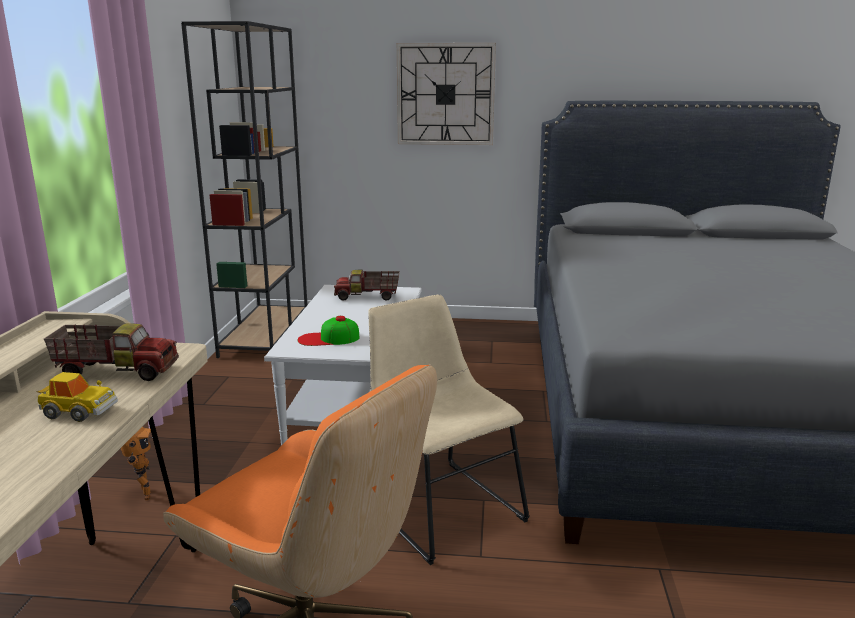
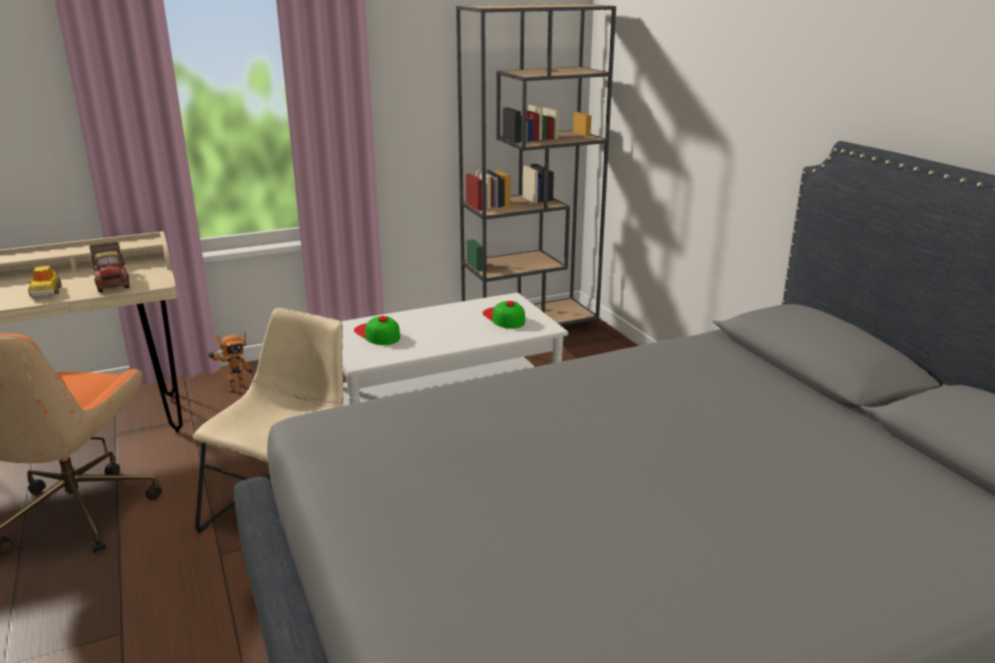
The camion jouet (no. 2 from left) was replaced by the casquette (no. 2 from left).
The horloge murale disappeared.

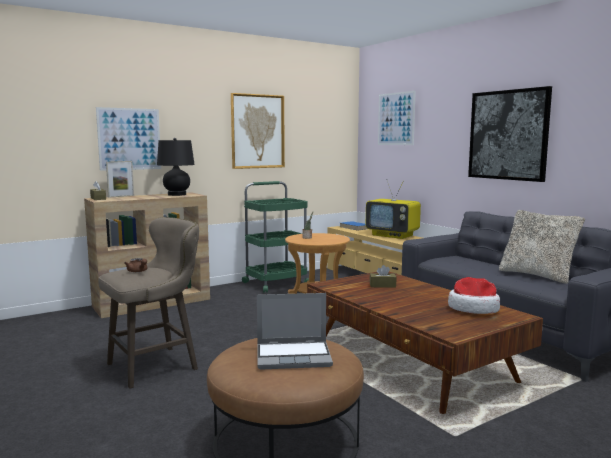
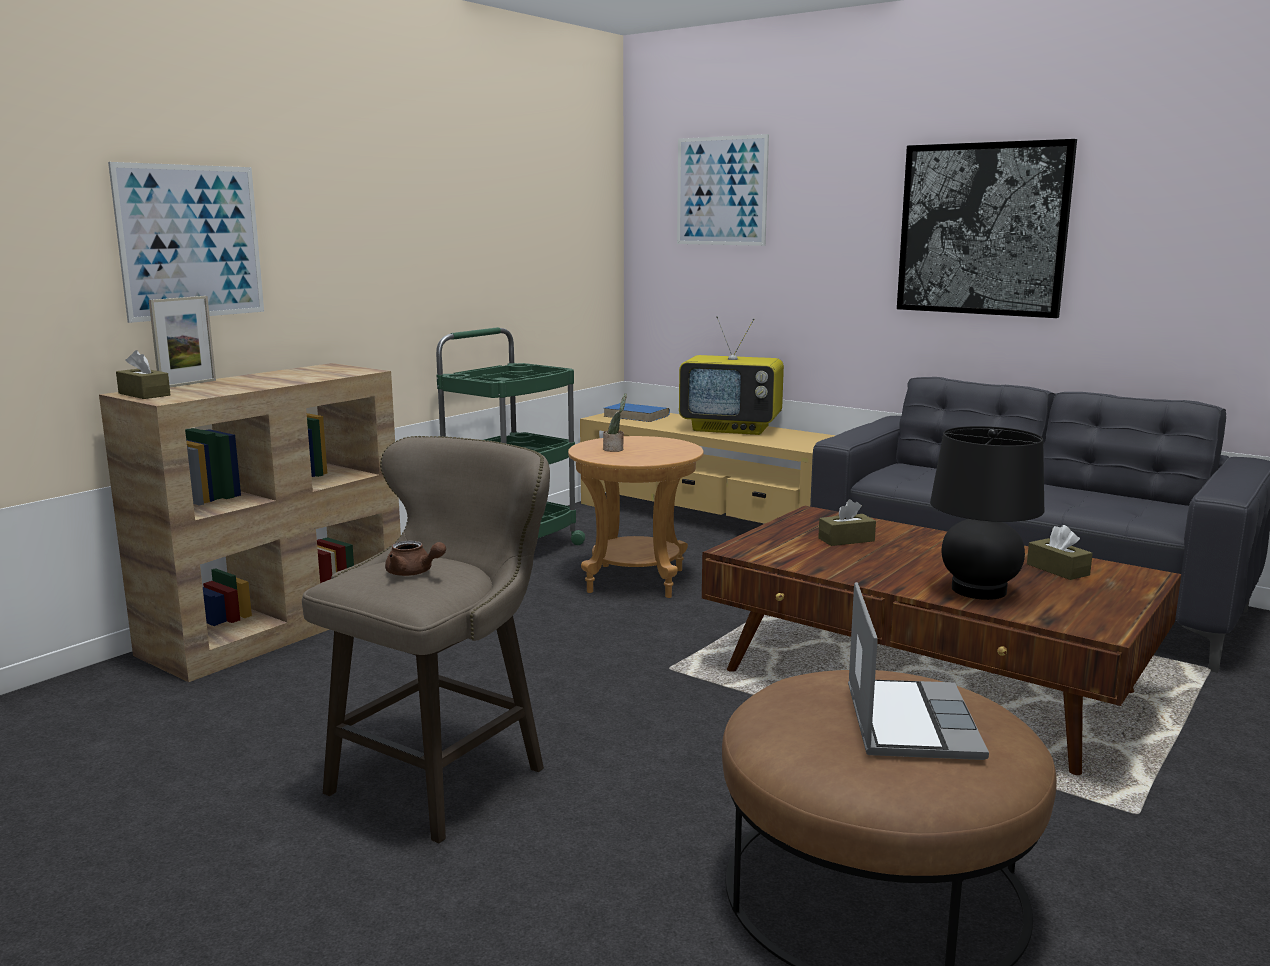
The lampe de table/noir moved.
The tableau (no. 2 from left) disappeared.
The ordinateur portable turned 60 degrees counterclockwise.
The chapeau was replaced by the boîte à mouchoirs/marron (no. 3 from left).
The coussin/beige disappeared.

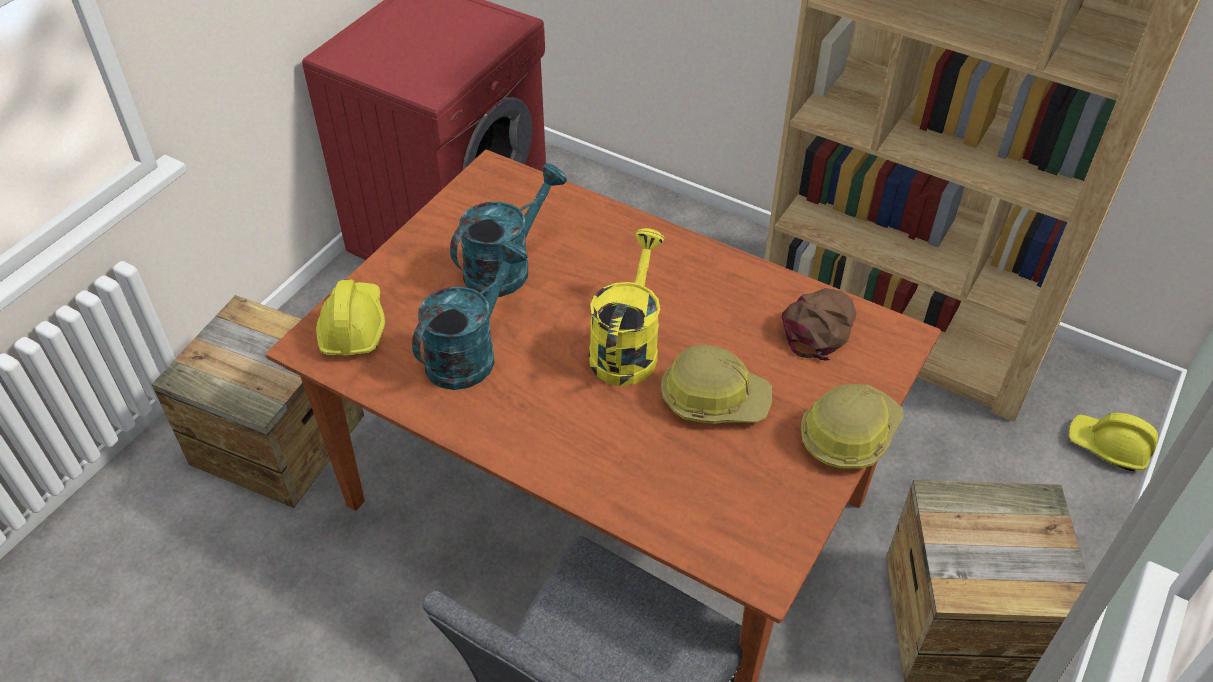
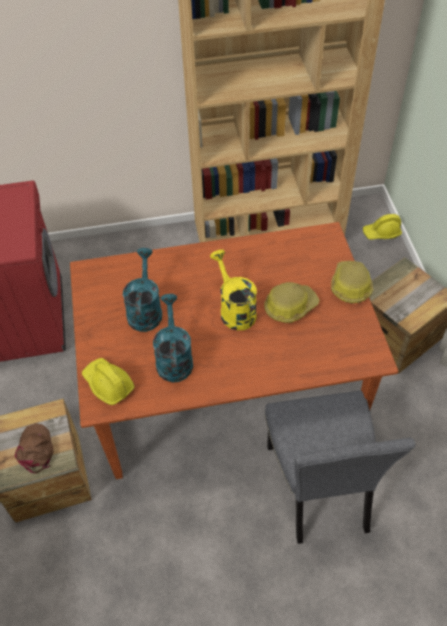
The casquette/marron moved.

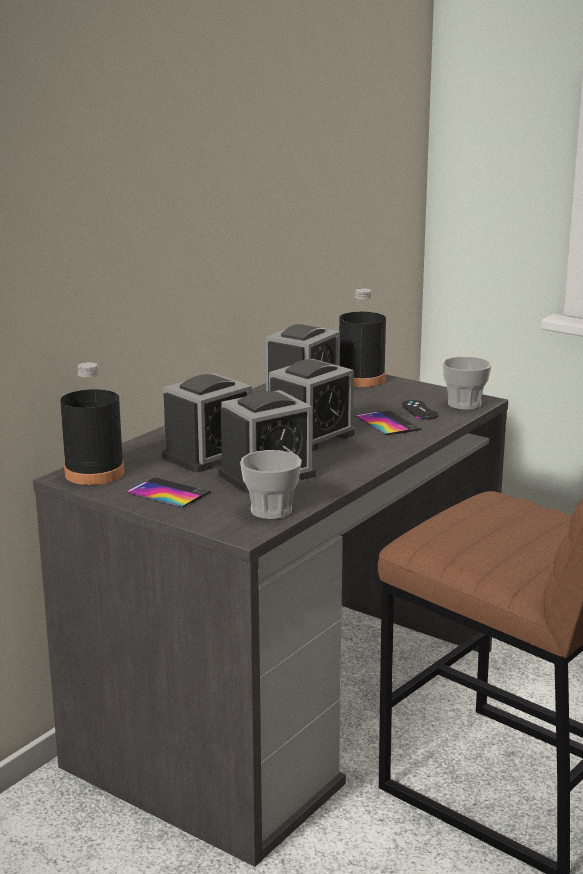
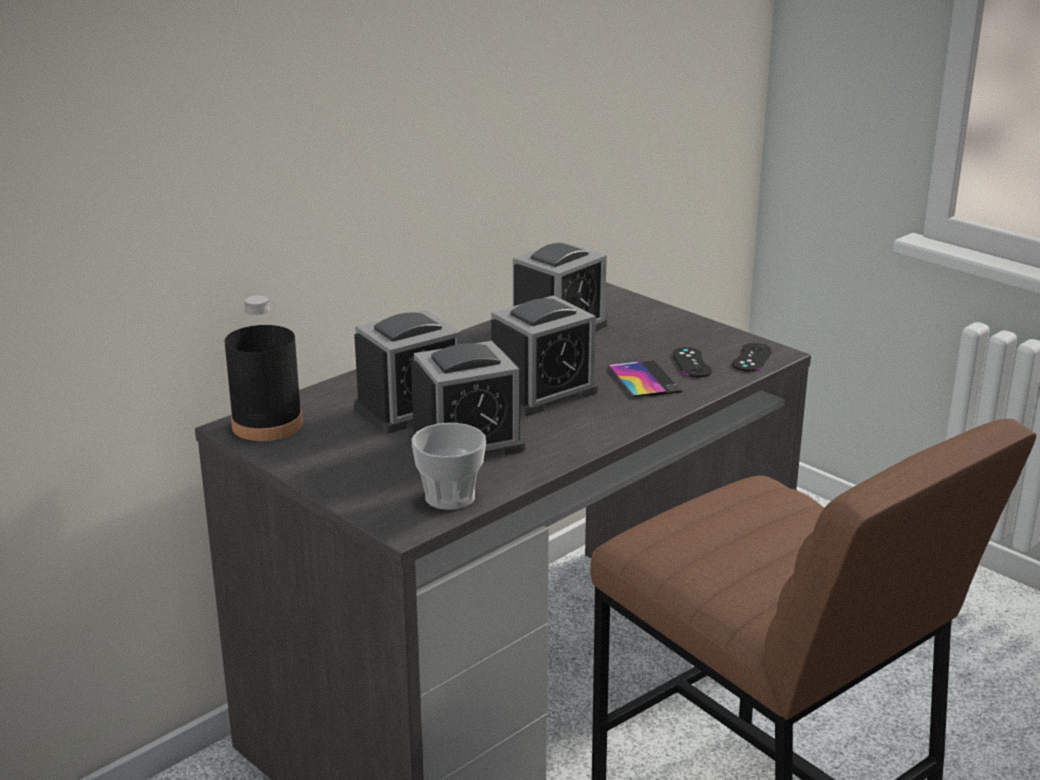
The téléphone (no. 1 from left) disappeared.
The bouteille/noir (no. 2 from left) disappeared.
The tasse (no. 2 from left) was replaced by the manette/noir (no. 2 from left).

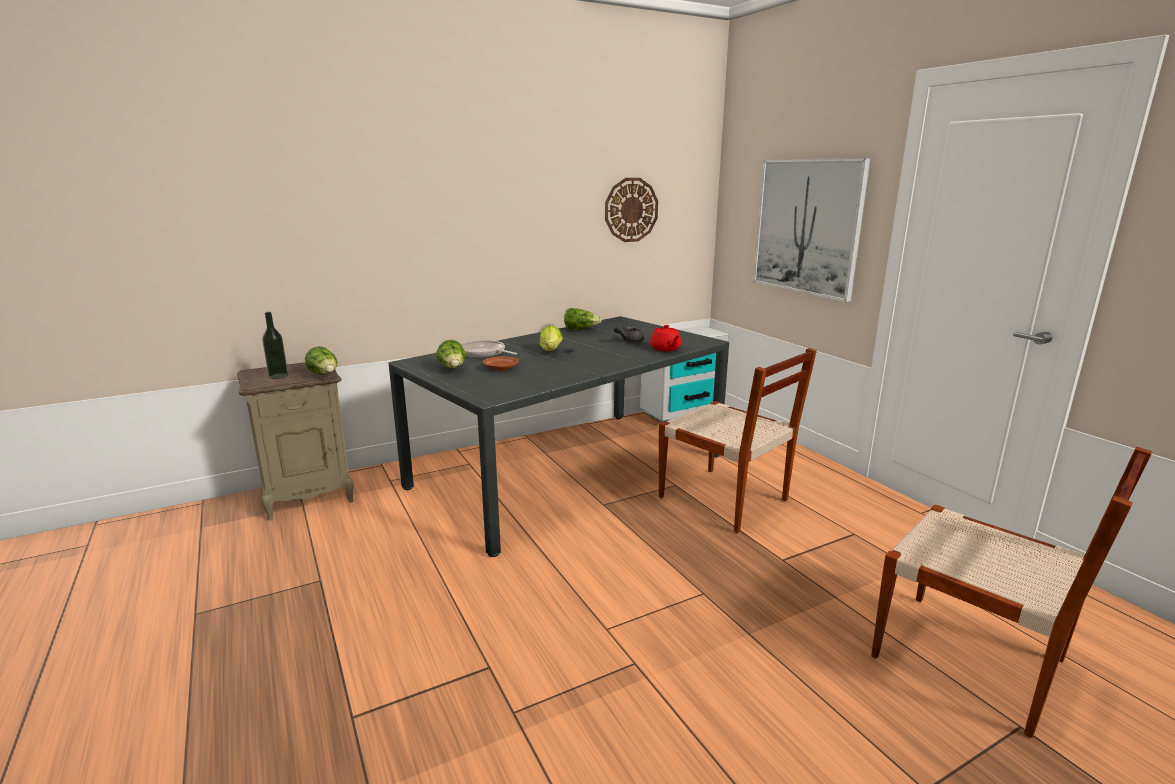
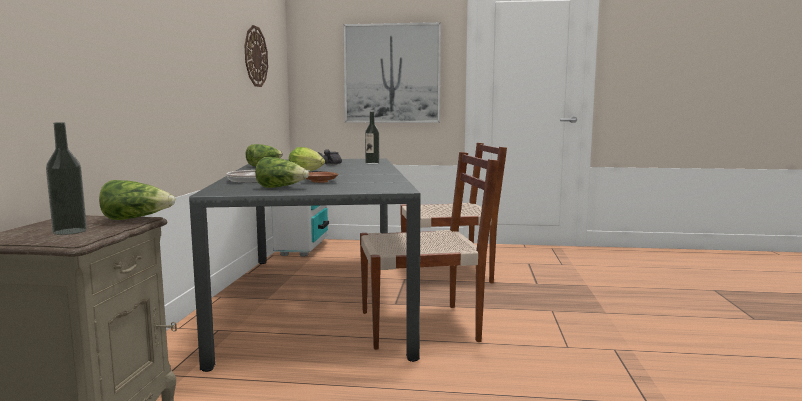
The théière/rouge was replaced by the bouteille (no. 2 from left).
The chaise (no. 2 from left in the first image) moved.

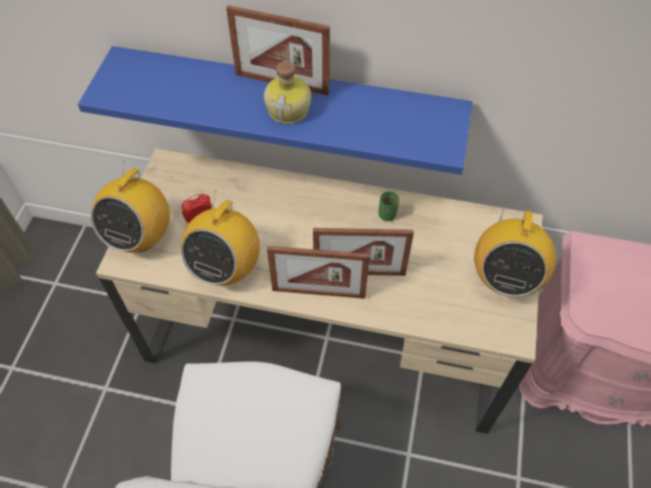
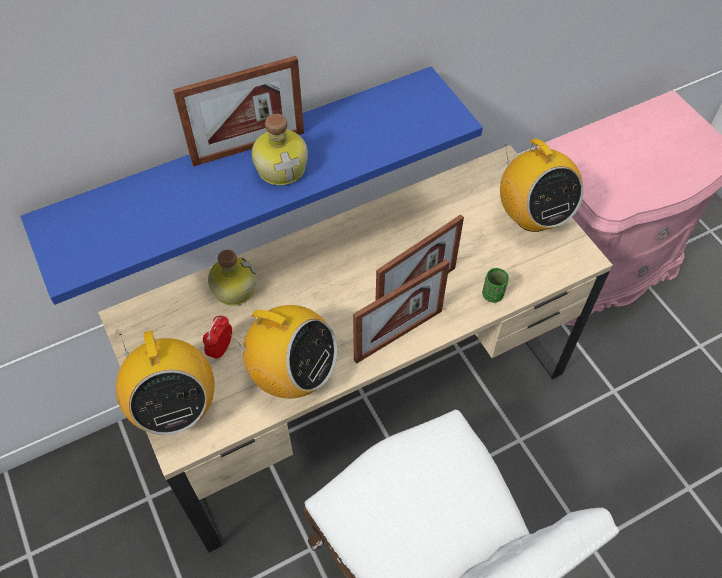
The radio (no. 2 from left) turned 45 degrees counterclockwise.
The tasse/vert moved.
The bouteille (no. 1 from left) appeared.

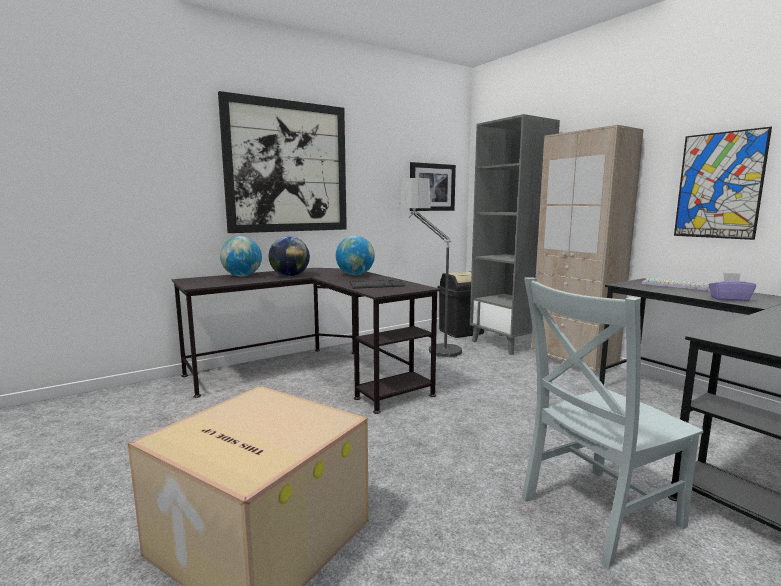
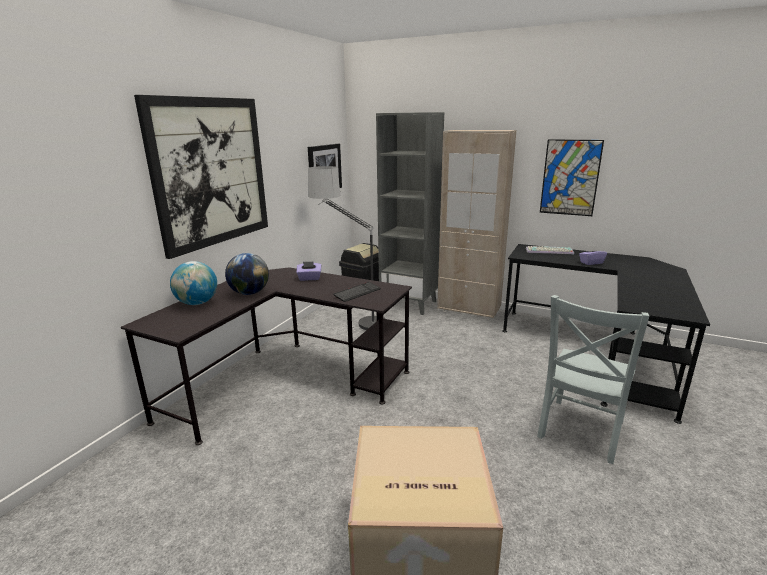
The globe (no. 3 from left) was replaced by the boîte à mouchoirs/violet (no. 1 from left).

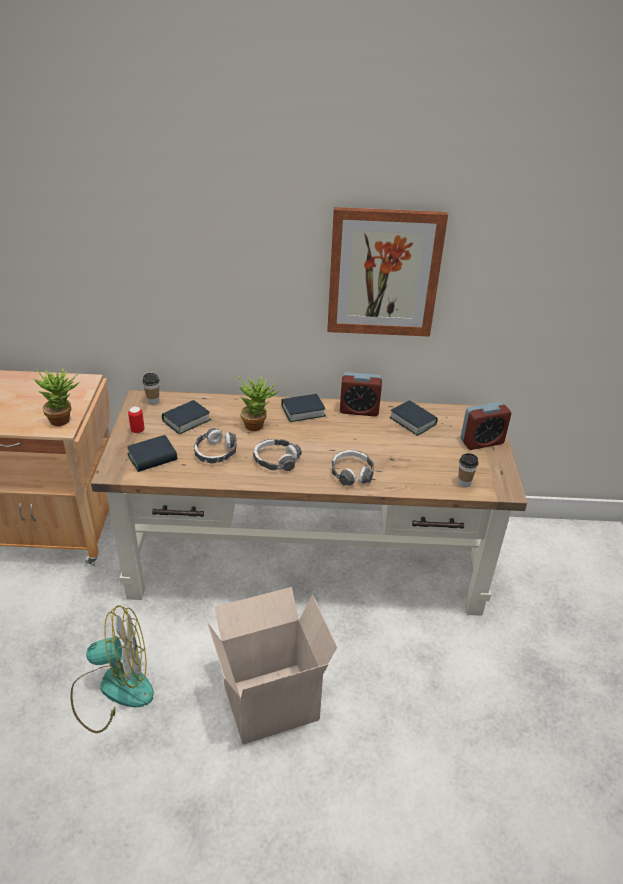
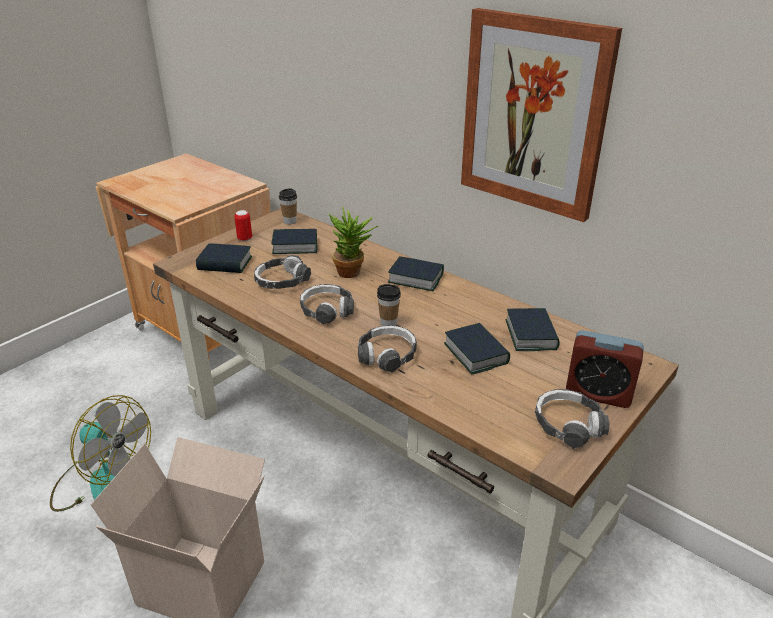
The plante en pot (no. 1 from left) disappeared.
The réveil (no. 1 from left) disappeared.
The tasse (no. 2 from left) moved.
The livre (no. 4 from left) appeared.
The casque audio (no. 4 from left) appeared.

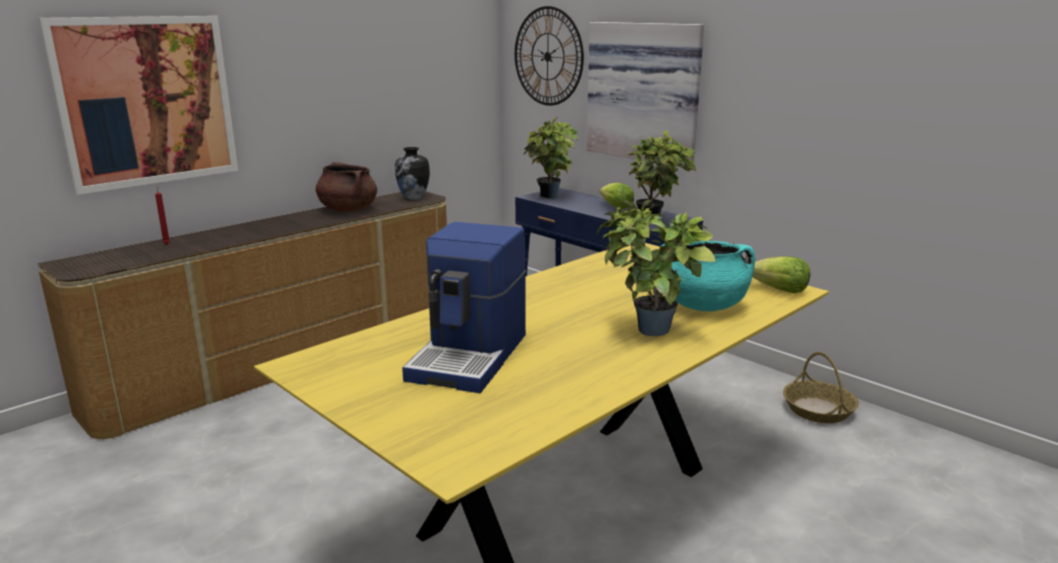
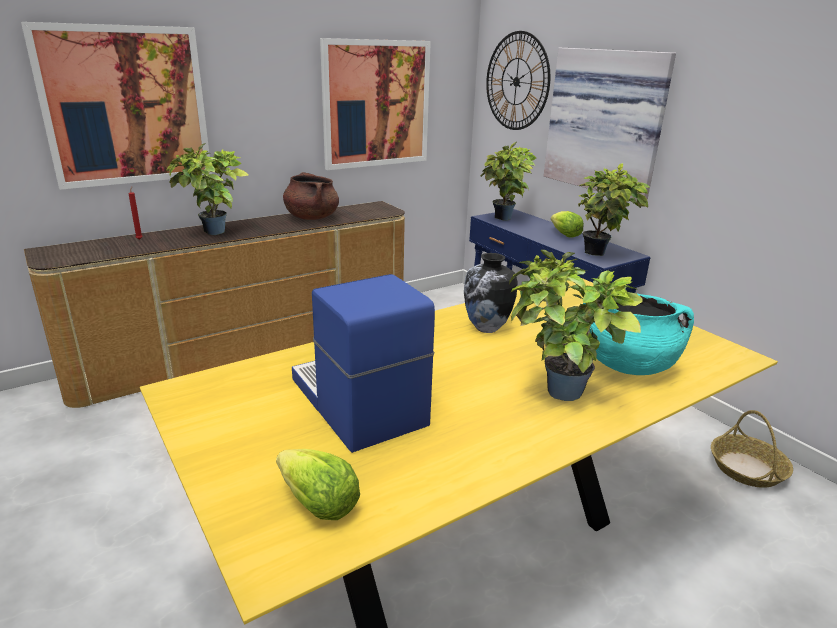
The vase moved.
The machine à café turned 120 degrees clockwise.
The laitue (no. 2 from left in the first image) moved.
The plante en pot (no. 1 from left) appeared.
The tableau (no. 2 from left) appeared.

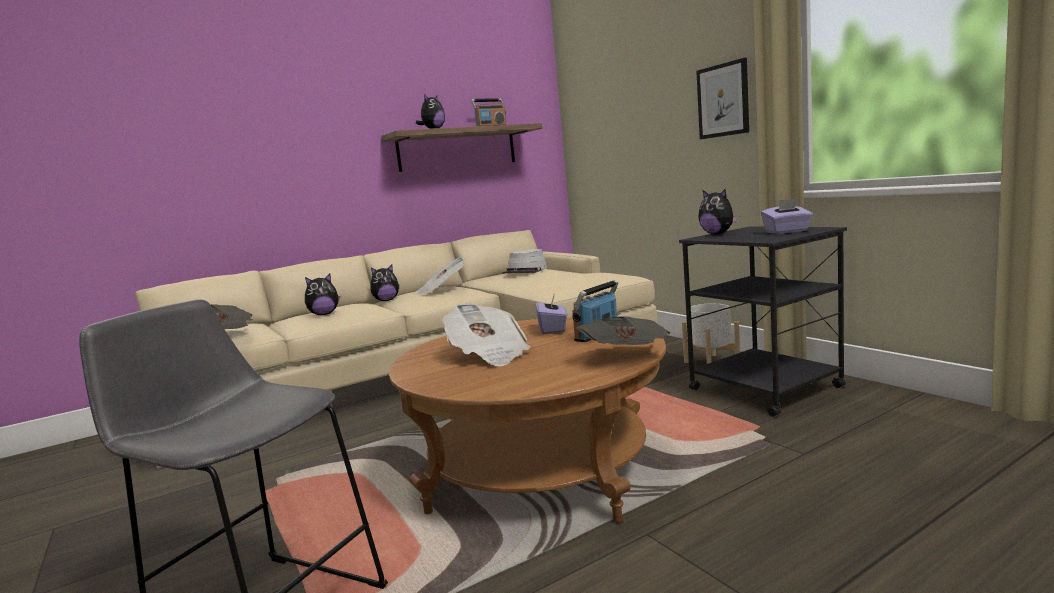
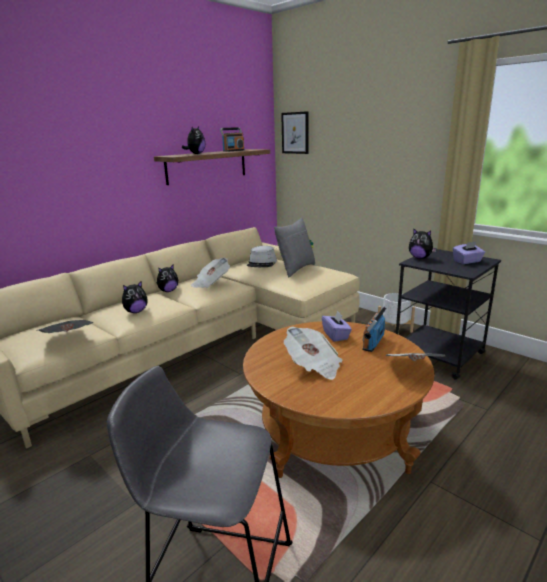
The tableau moved.
The coussin/gris appeared.

